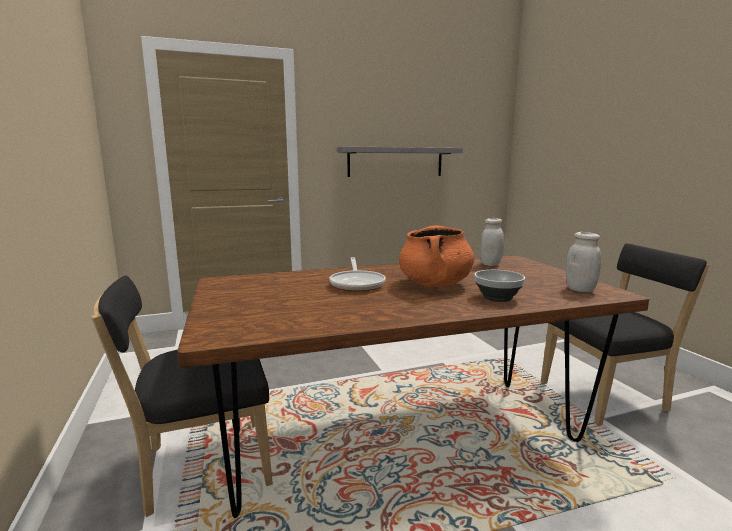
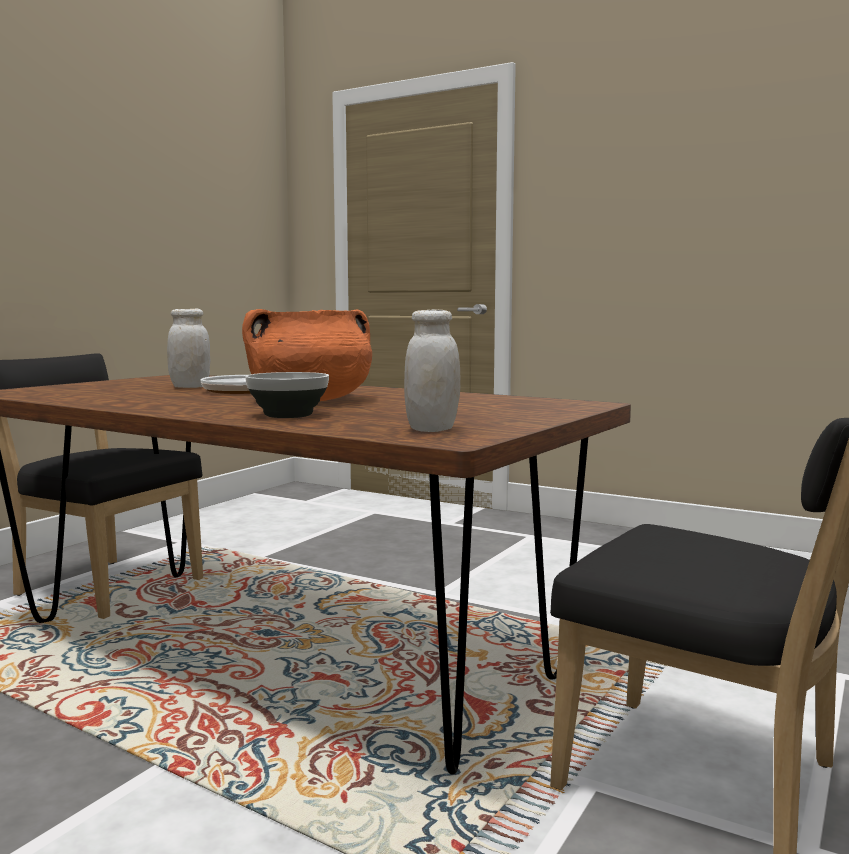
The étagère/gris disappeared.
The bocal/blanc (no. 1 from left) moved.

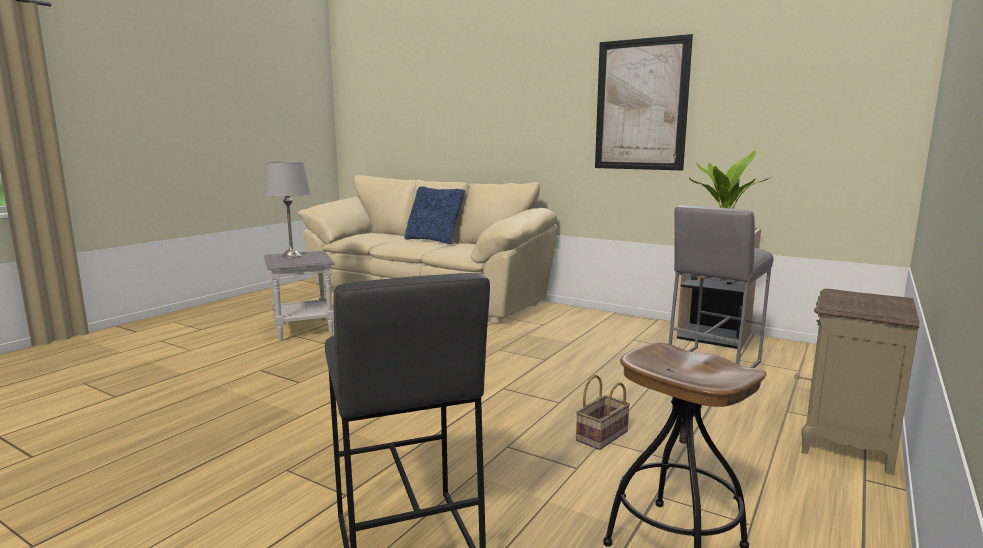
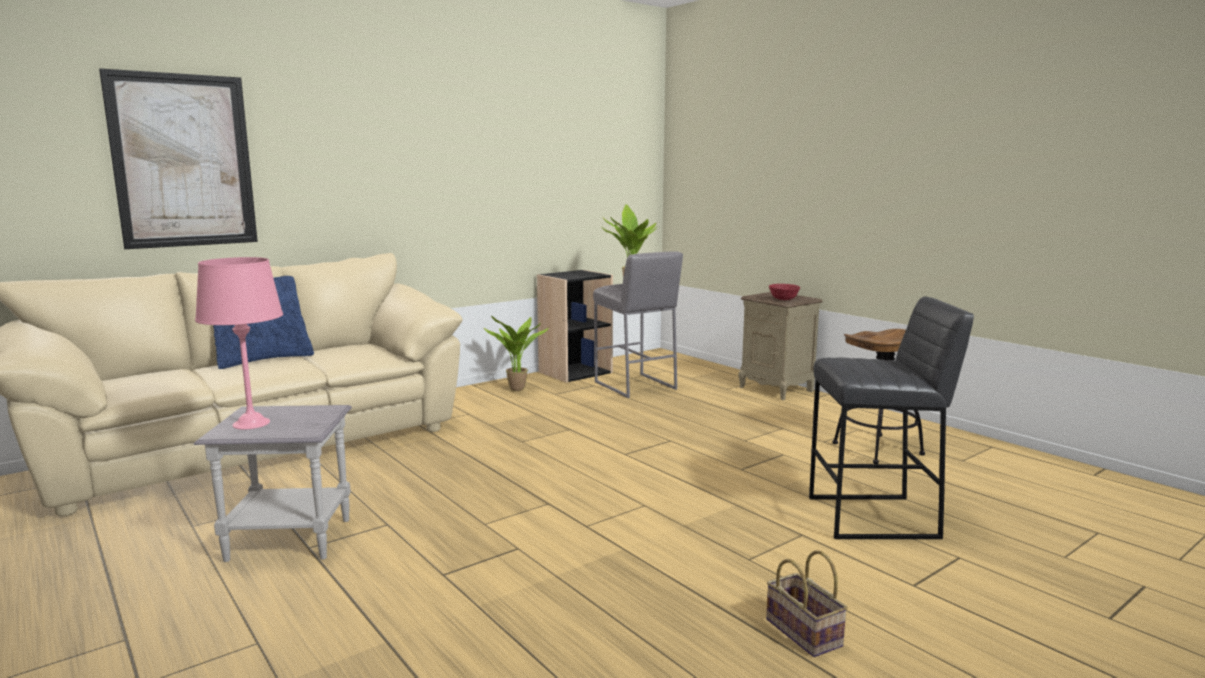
The lampe de table/gris became the lampe de table/rose.
The panier moved.
The tableau moved.
The plante en pot (no. 1 from left) appeared.
The bol/rouge appeared.

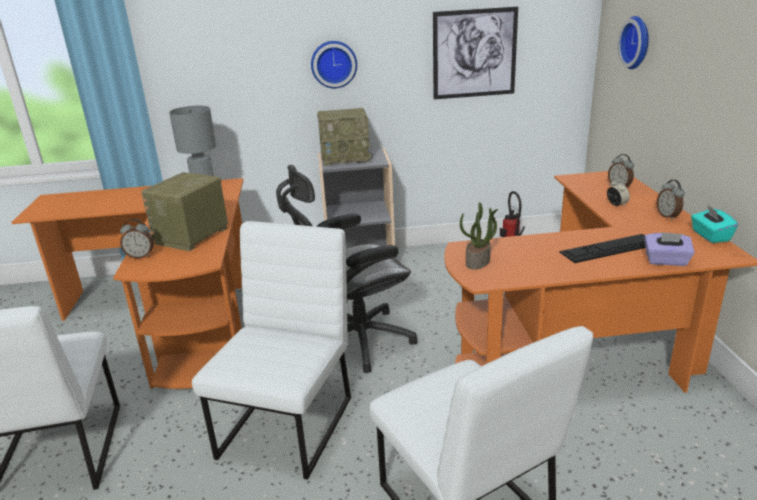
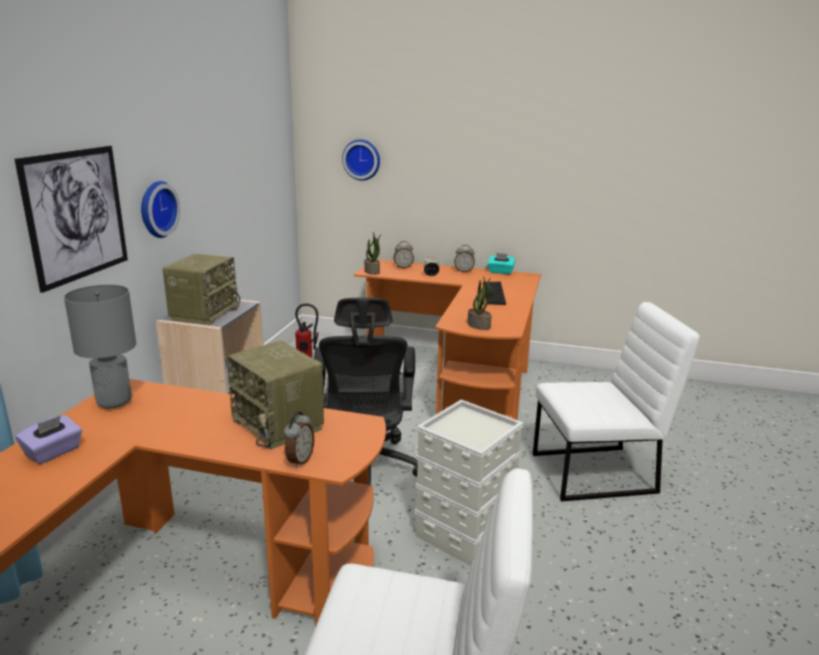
The chaise/blanc (no. 2 from left) was replaced by the boîte de rangement/gris.
The tableau moved.
The boîte à mouchoirs/violet moved.
The plante en pot (no. 1 from left) appeared.

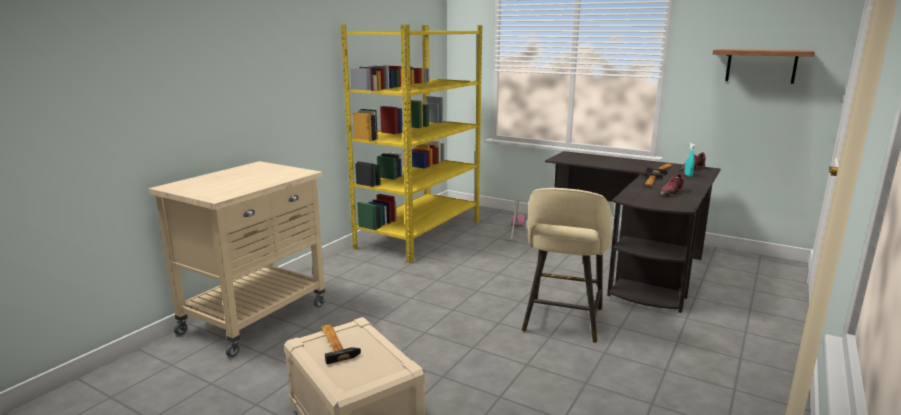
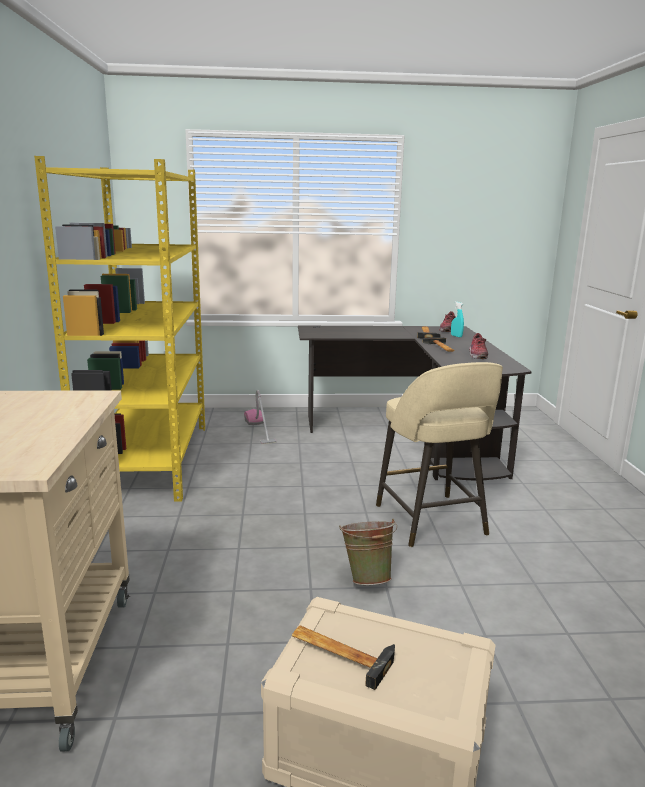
The étagère disappeared.
The seau/vert appeared.

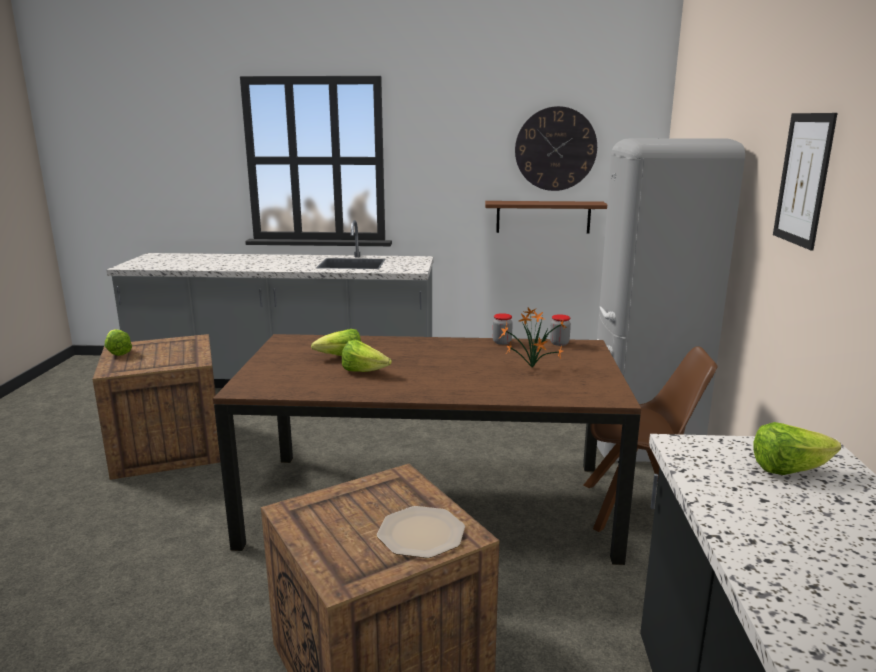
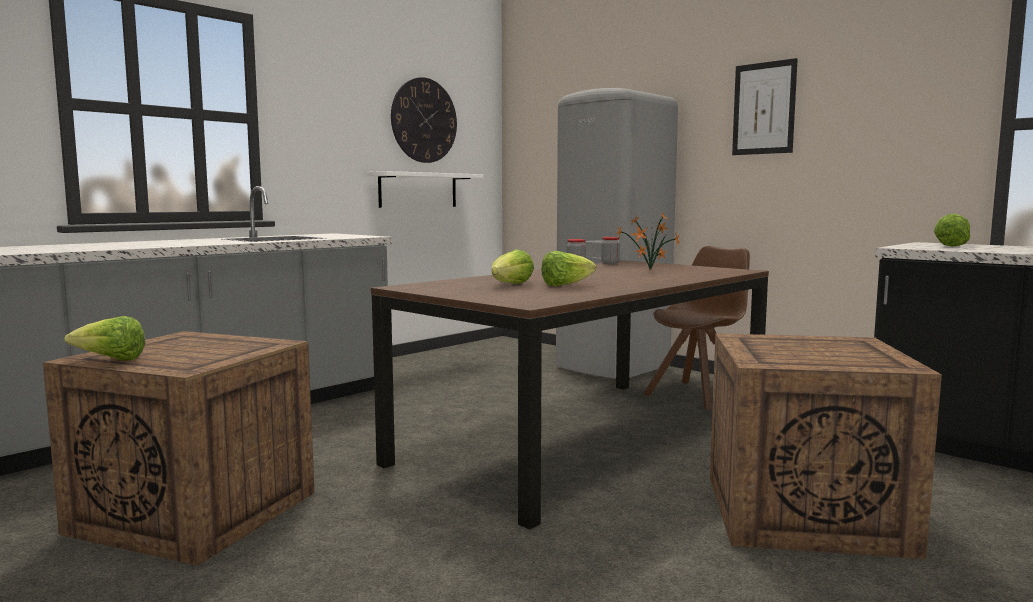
The assiette disappeared.
The étagère/marron became the étagère/blanc.

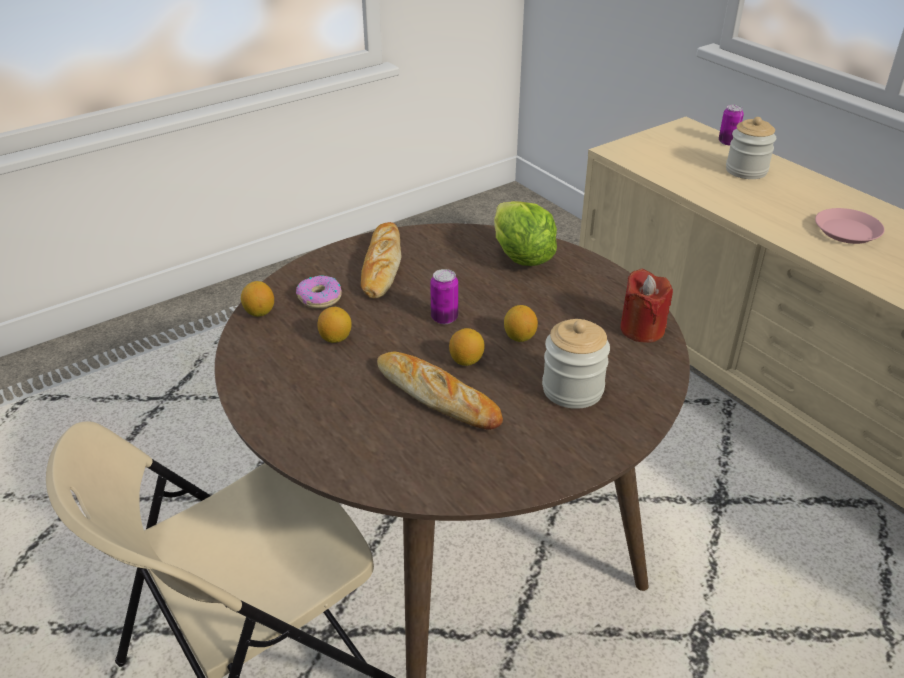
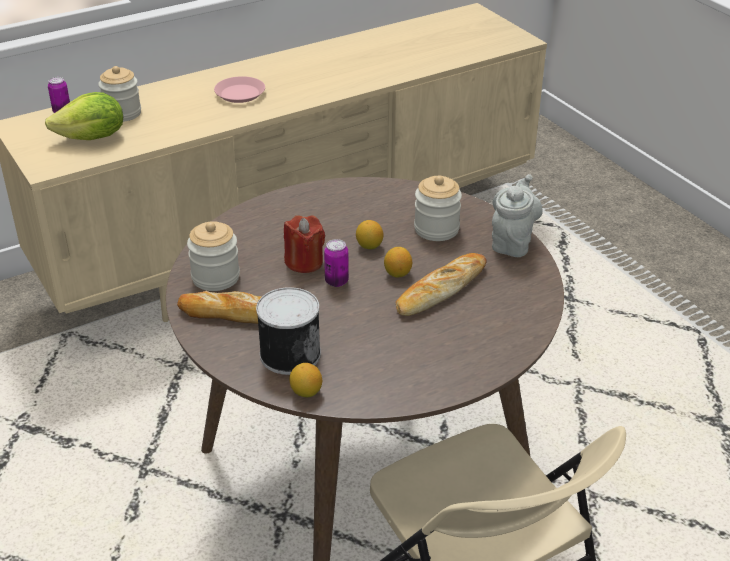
The beignet was replaced by the boîte métallique (no. 2 from left).
The citron (no. 2 from left) disappeared.
The laitue moved.
The bougie/rouge moved.
The bocal (no. 2 from left) appeared.
The théière/gris appeared.

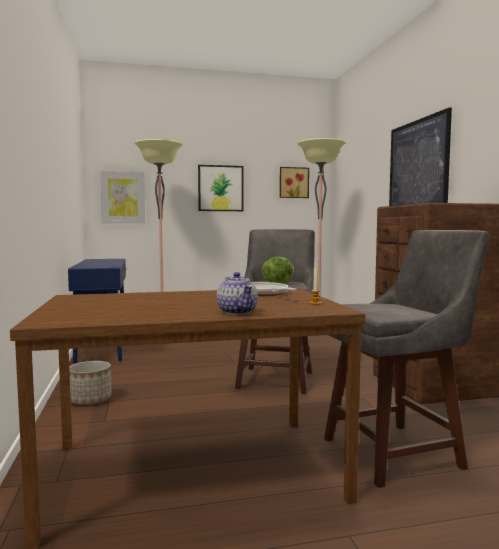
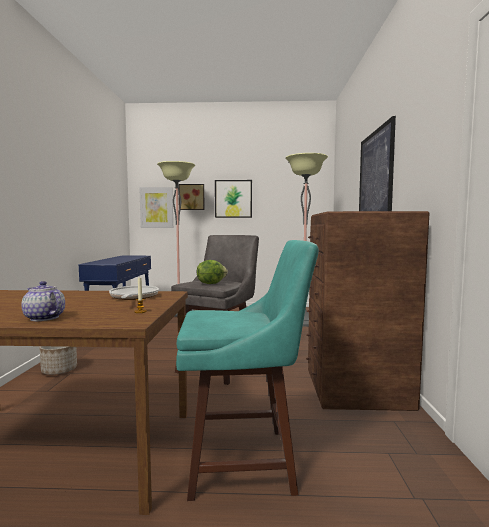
The théière turned 135 degrees clockwise.
The tableau (no. 3 from left in the first image) moved.
The tabouret/gris (no. 2 from left) became the tabouret/turquoise.

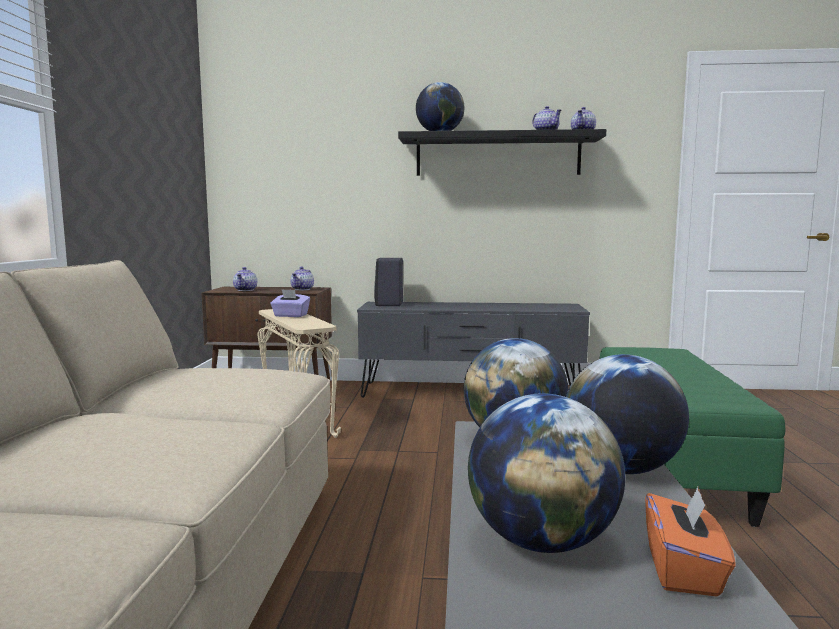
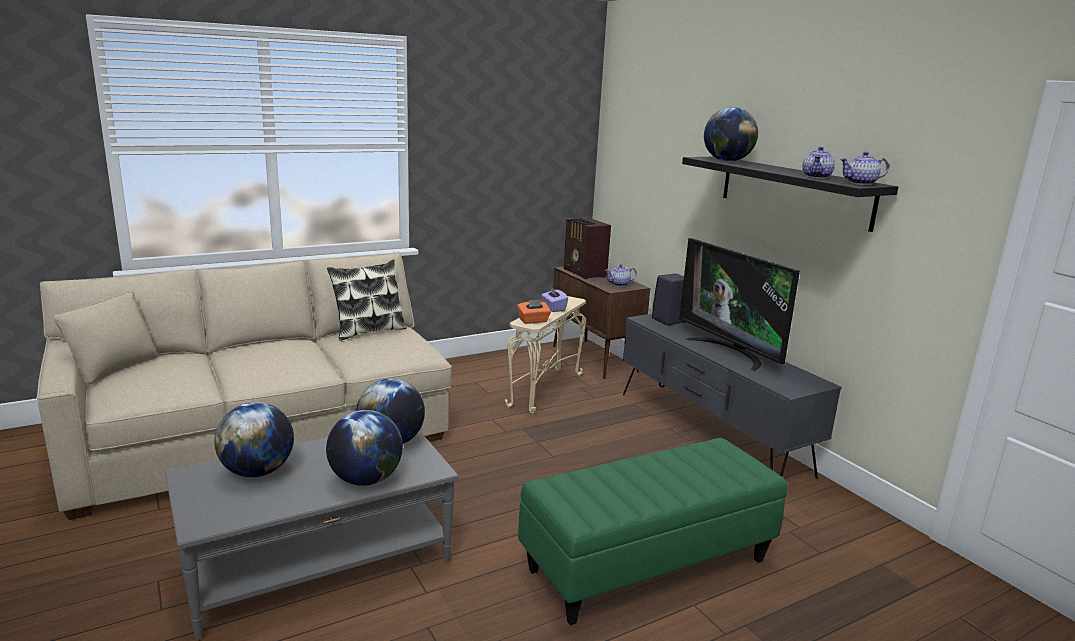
The théière (no. 1 from left) was replaced by the radio.
The boîte à mouchoirs/orange moved.
The coussin appeared.
The téléviseur appeared.

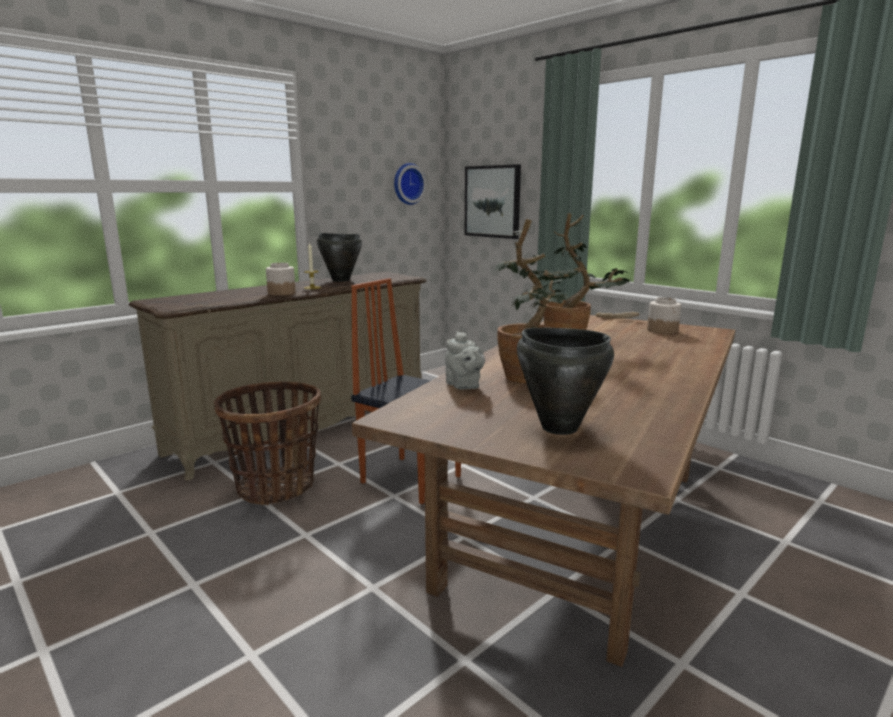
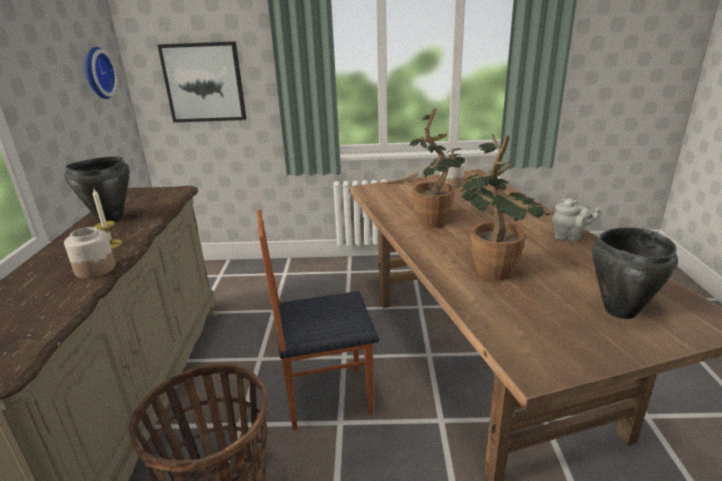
The théière/gris moved.

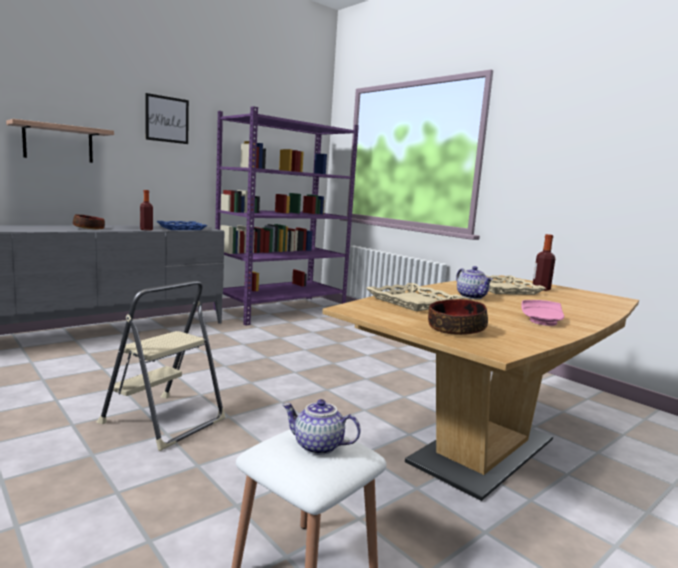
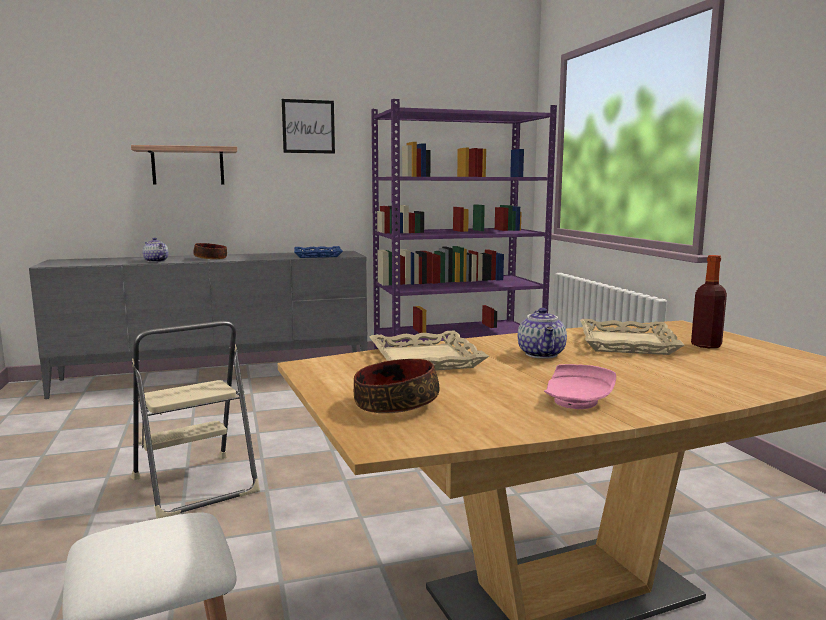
The bouteille (no. 1 from left) disappeared.
The théière (no. 1 from left) moved.

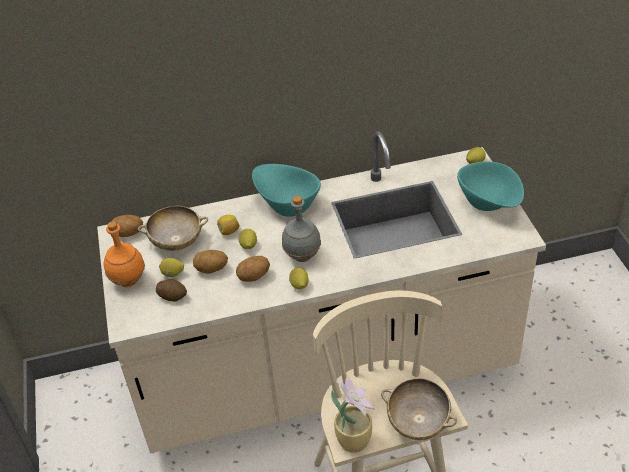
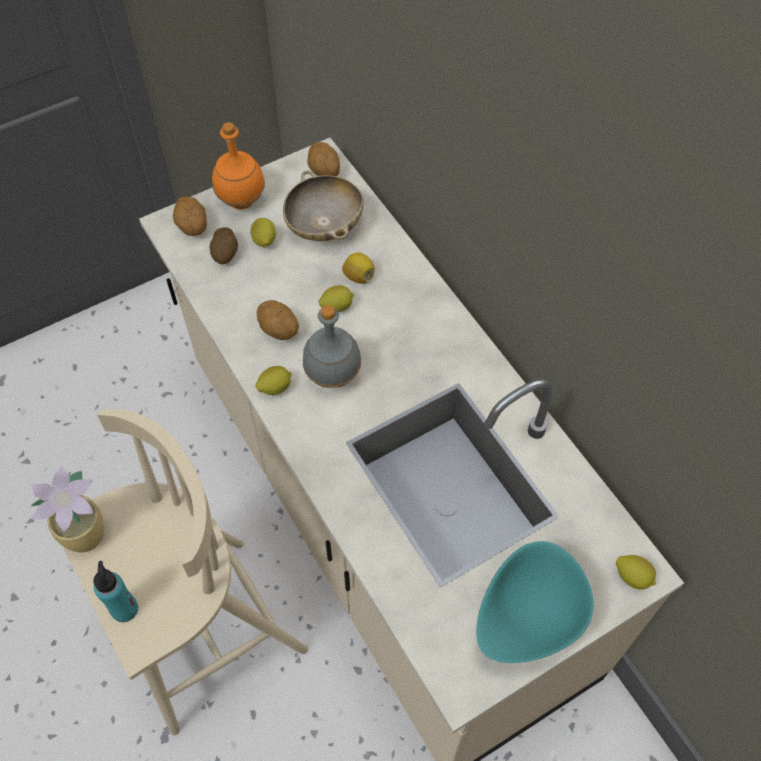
The pomme de terre (no. 3 from left in the first image) moved.
The bol/turquoise (no. 1 from left) disappeared.
The bol/beige (no. 2 from left) was replaced by the bouteille/turquoise.

